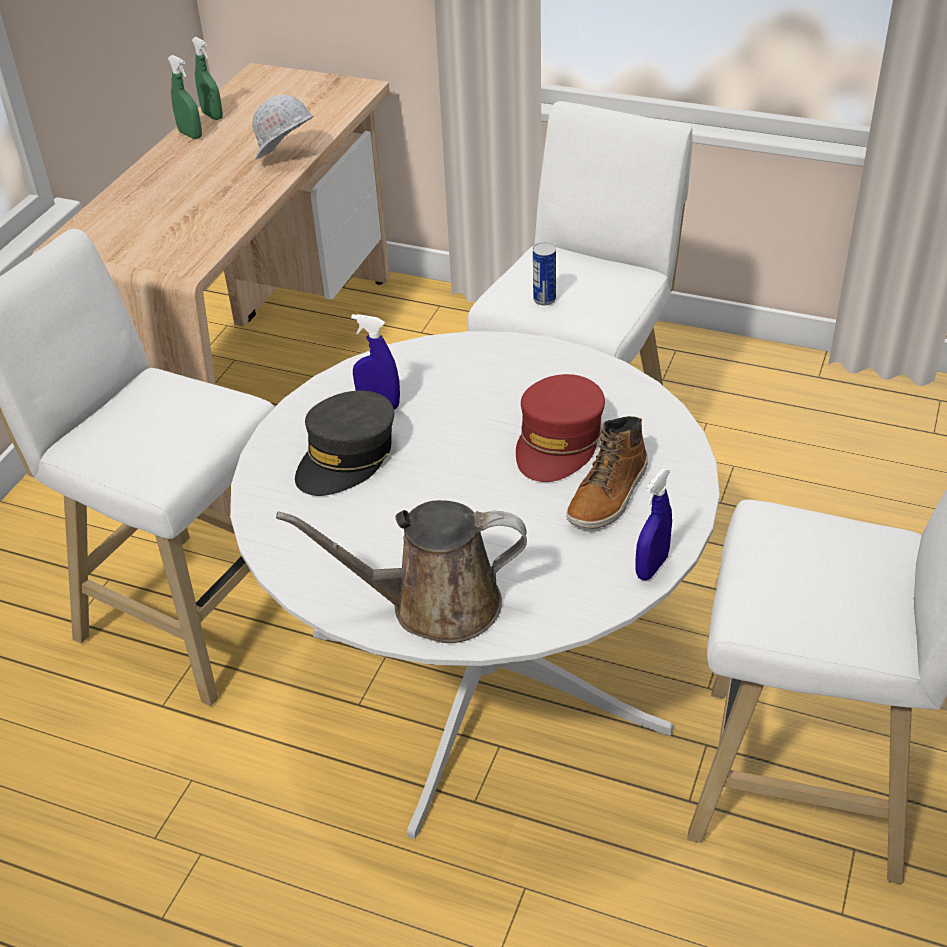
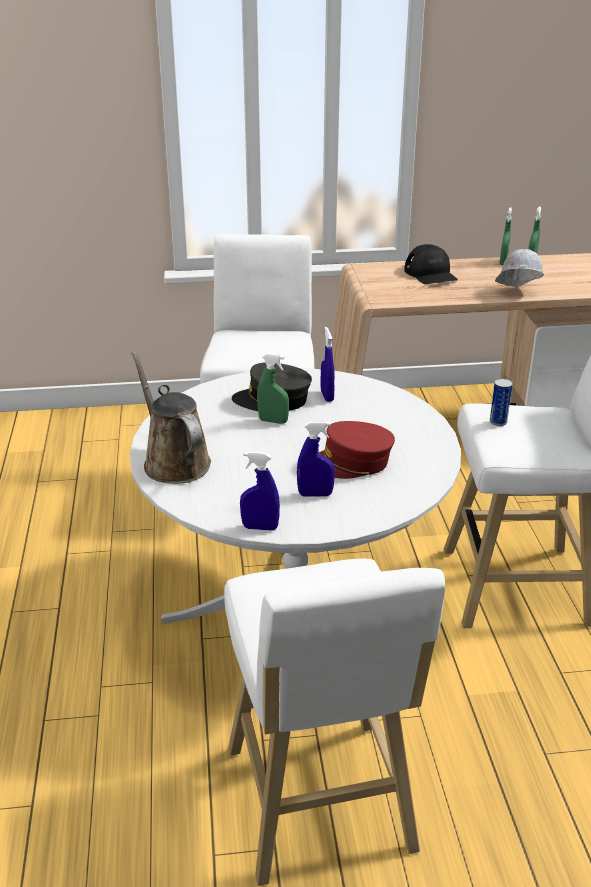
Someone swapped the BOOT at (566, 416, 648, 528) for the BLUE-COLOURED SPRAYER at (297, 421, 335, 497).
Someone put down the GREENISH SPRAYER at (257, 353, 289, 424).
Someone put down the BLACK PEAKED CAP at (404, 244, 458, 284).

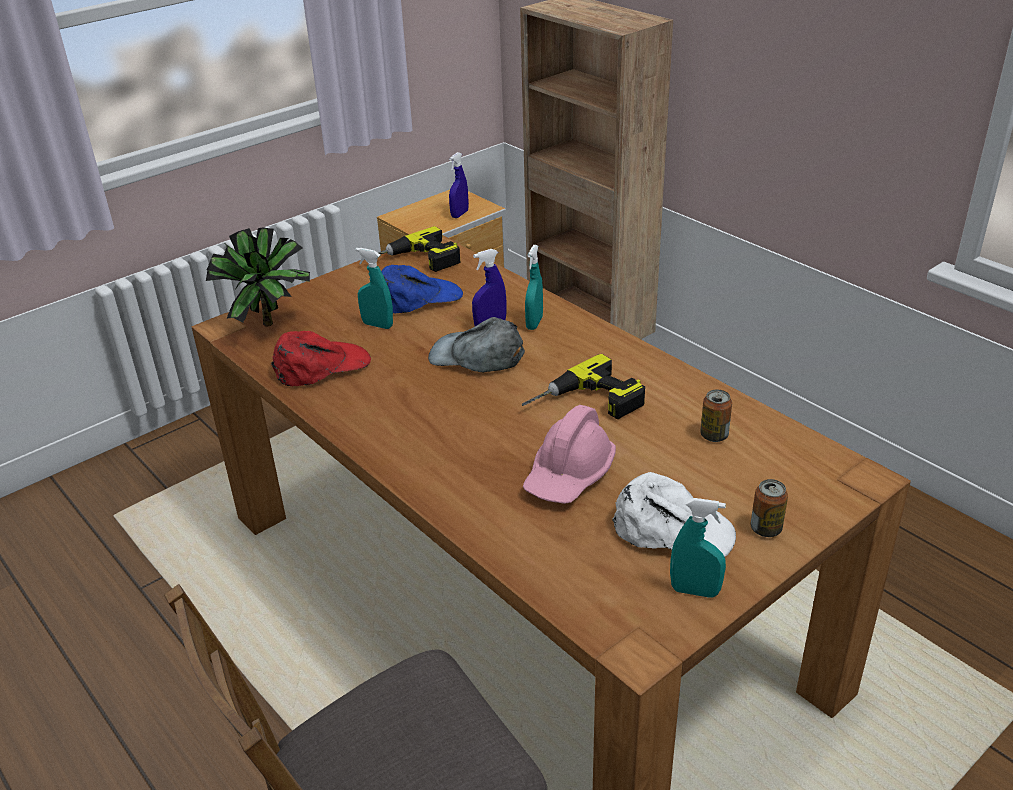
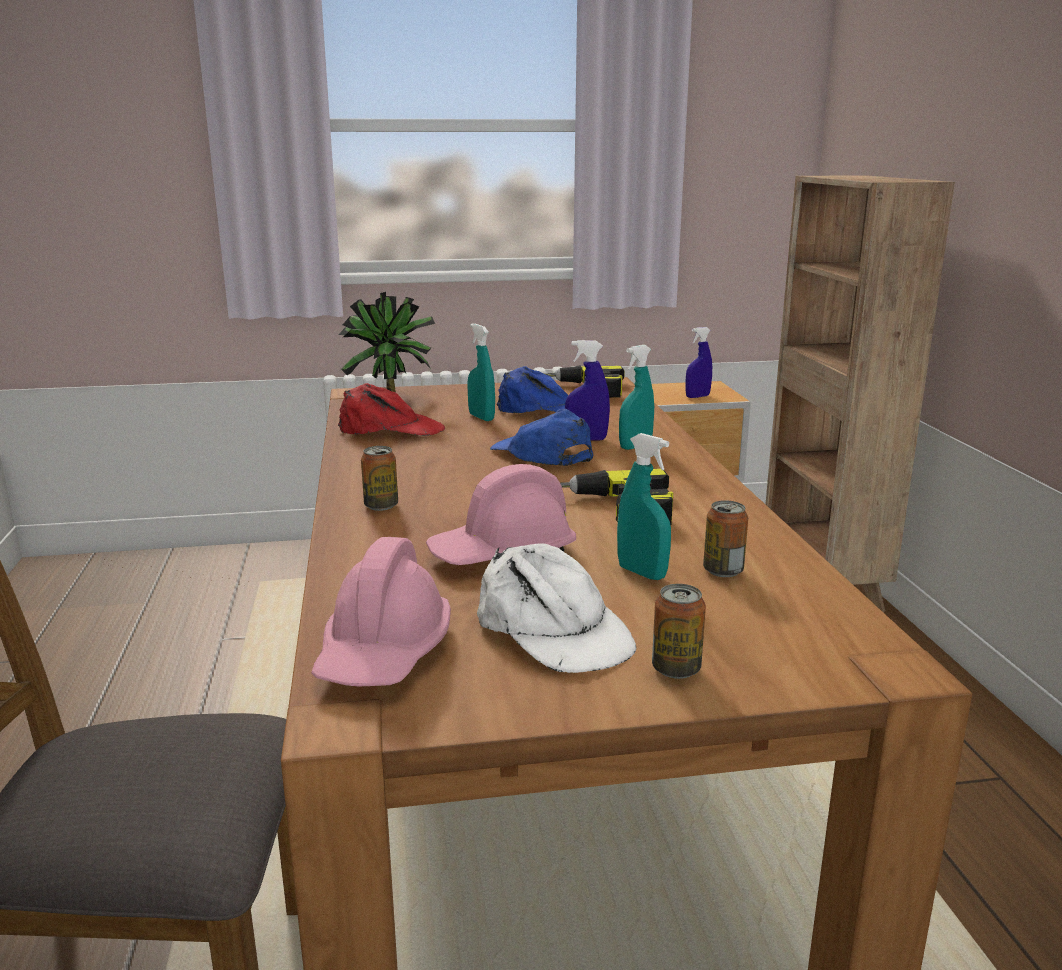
Someone repainted the GREYISH PEAKED CAP at (428, 317, 525, 372), which became the BLUE-COLOURED PEAKED CAP at (490, 409, 594, 466).
Someone carried the TURQUOISE-COLOURED SPRAYER from (670, 498, 726, 598) to (617, 433, 671, 580).
Someone put down the PINK WORK HELMET at (311, 537, 451, 686).
Someone put down the CAN at (361, 446, 398, 511).

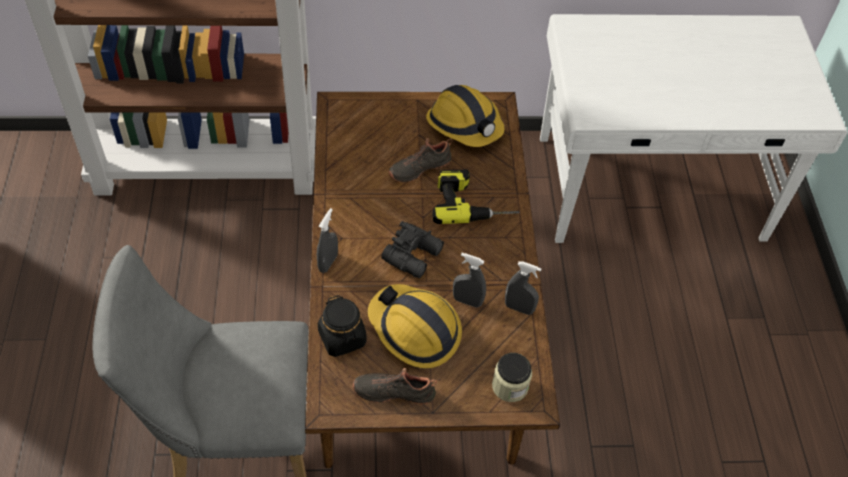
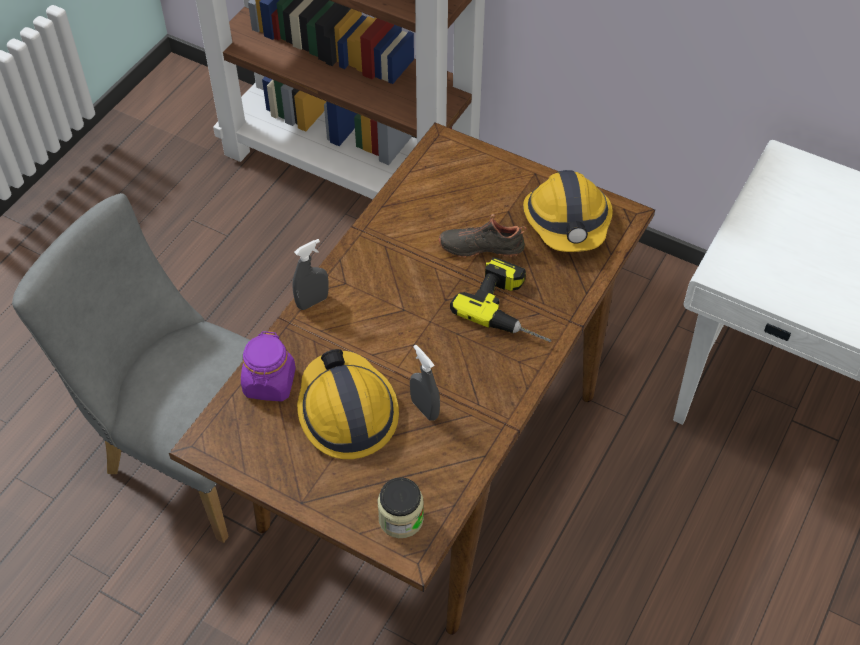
Someone repainted the BLACK STORAGE JAR at (318, 295, 366, 357), which became the PURPLE STORAGE JAR at (241, 331, 296, 402).
Someone took away the BLACK LOW SHOE at (353, 368, 437, 405).
Someone took away the BLACK FIELD GLASSES at (381, 221, 444, 278).
Someone took away the GREYISH SPRAYER at (505, 261, 541, 315).

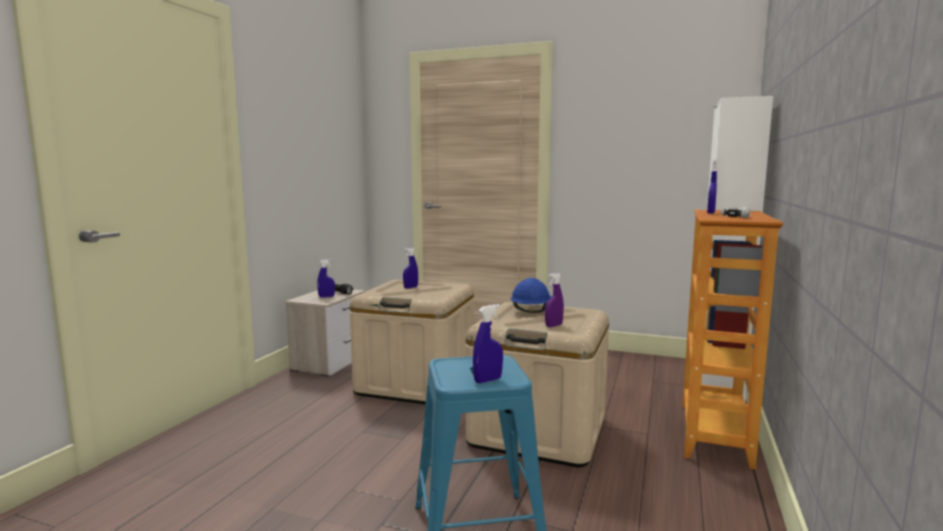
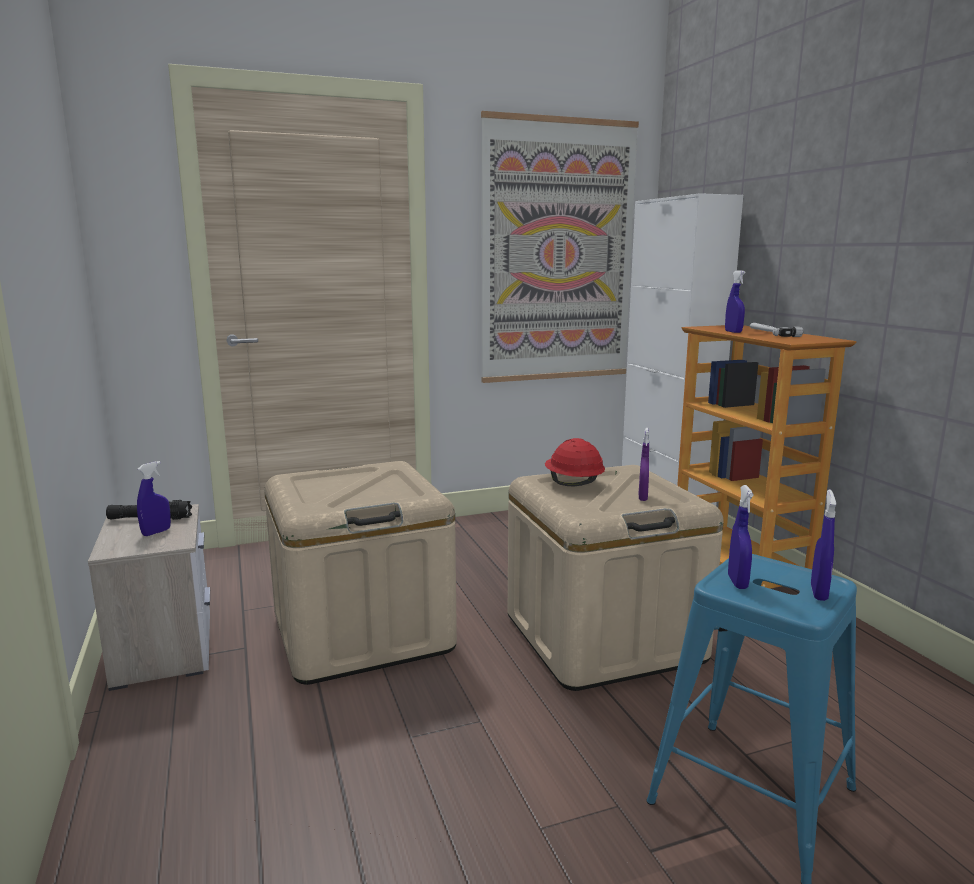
Someone carried the BLUE-COLOURED SPRAYER from (403, 248, 418, 289) to (728, 485, 754, 589).
Someone repainted the BLUE-COLOURED WORK HELMET at (511, 278, 552, 313), which became the RED WORK HELMET at (545, 438, 605, 486).
Someone put up the WALL ART at (481, 111, 639, 383).

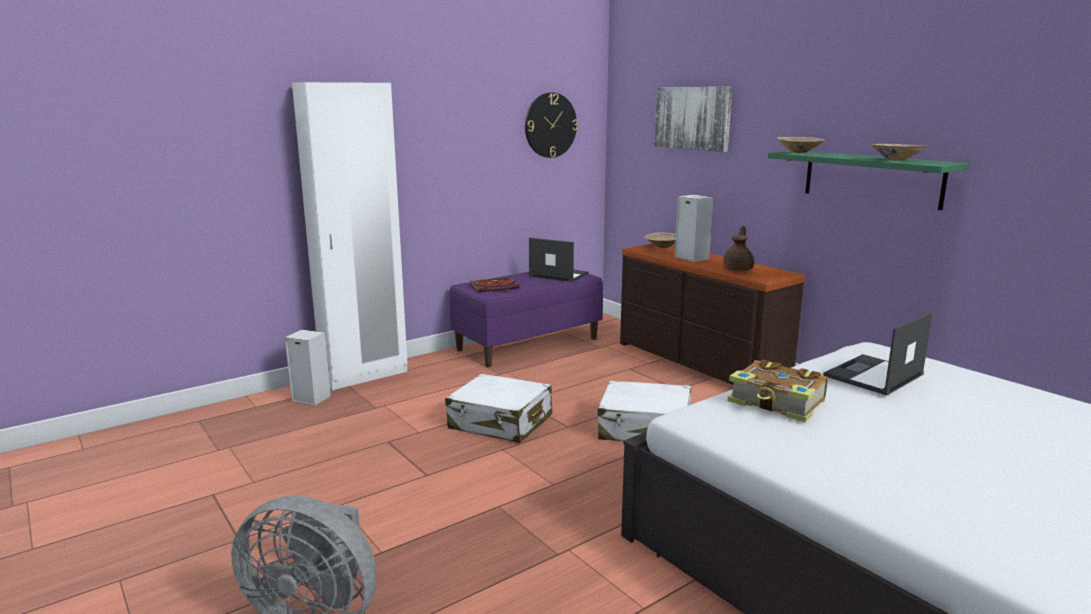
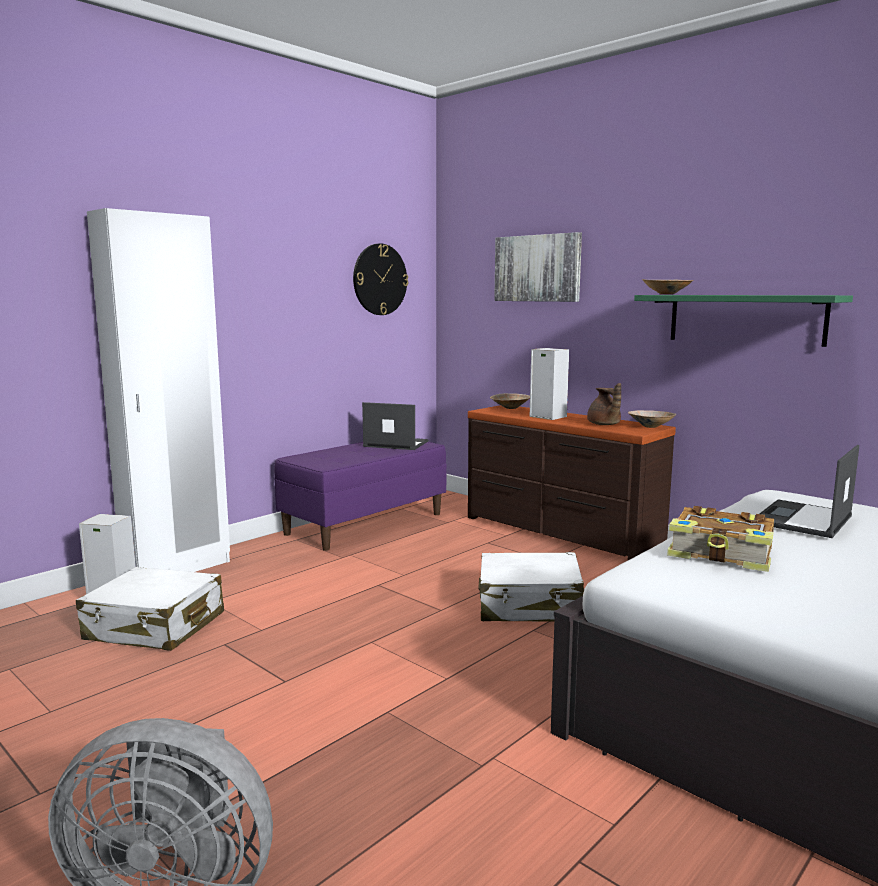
Someone carried the WHITE PIECE OF LUGGAGE from (445, 374, 552, 443) to (76, 567, 224, 651).
Someone took away the BOUND BOOK at (471, 277, 520, 292).
Someone rotated the BROWNISH TEAPOT at (723, 226, 754, 271) by 150 degrees clockwise.
Someone carried the BEIGE DEEP DISH from (870, 144, 927, 161) to (628, 410, 677, 428).

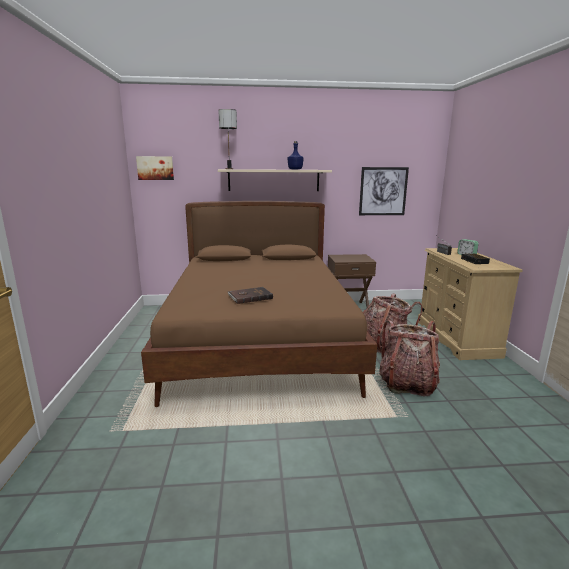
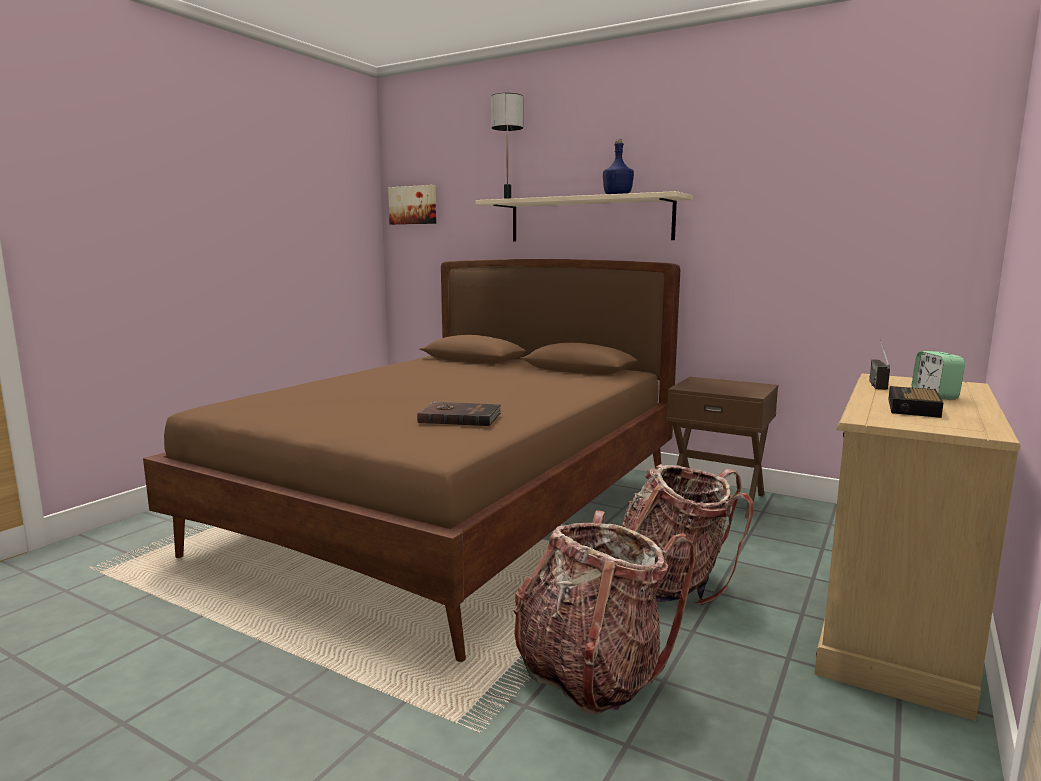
Someone carried the BROWNISH BOUND BOOK from (228, 287, 273, 304) to (417, 402, 502, 426).
Someone took away the WALL ART at (359, 167, 409, 215).

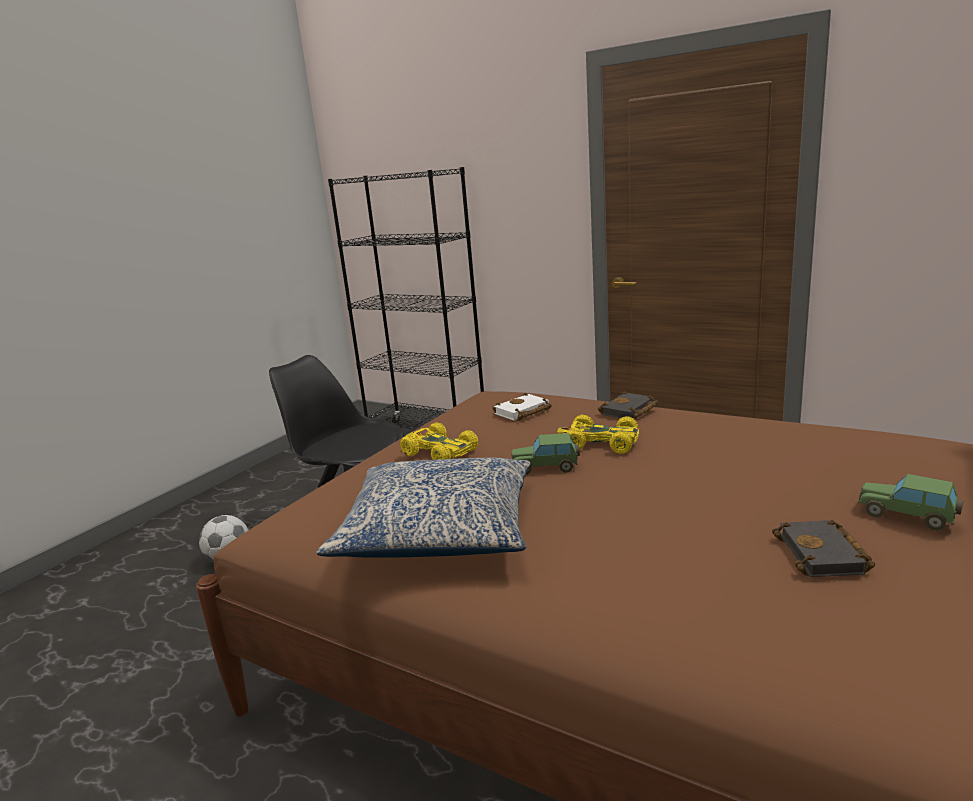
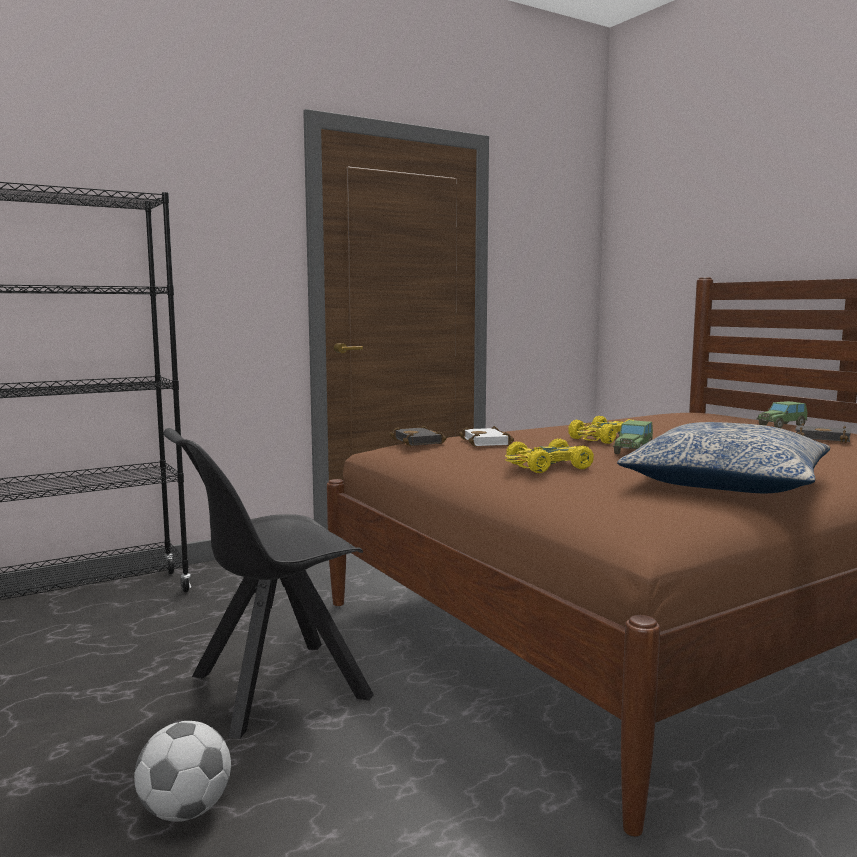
Someone carried the BLACK BOUND BOOK from (598, 391, 658, 420) to (389, 425, 447, 446).

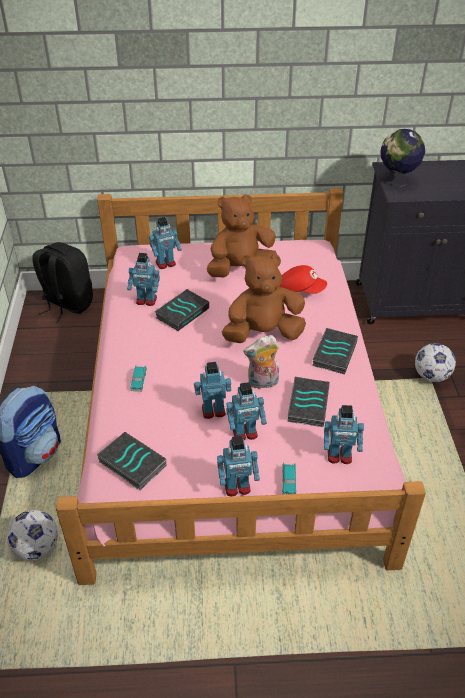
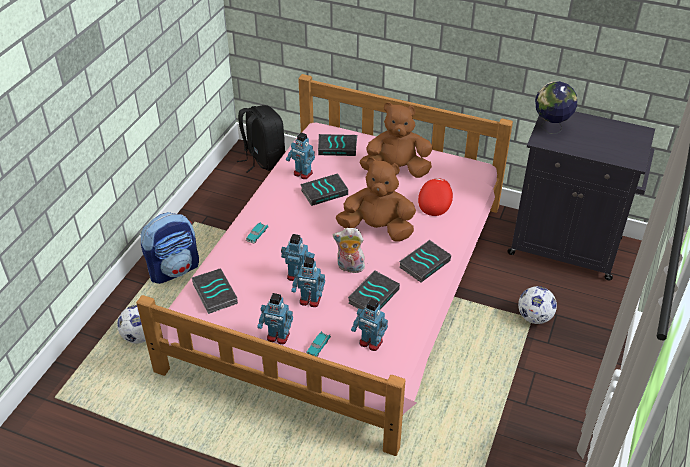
Someone swapped the ROBOT FIGURE at (149, 217, 182, 269) for the BOUND BOOK at (318, 134, 357, 156).
Someone rotated the RED PEAKED CAP at (279, 265, 327, 294) by 120 degrees counterclockwise.

